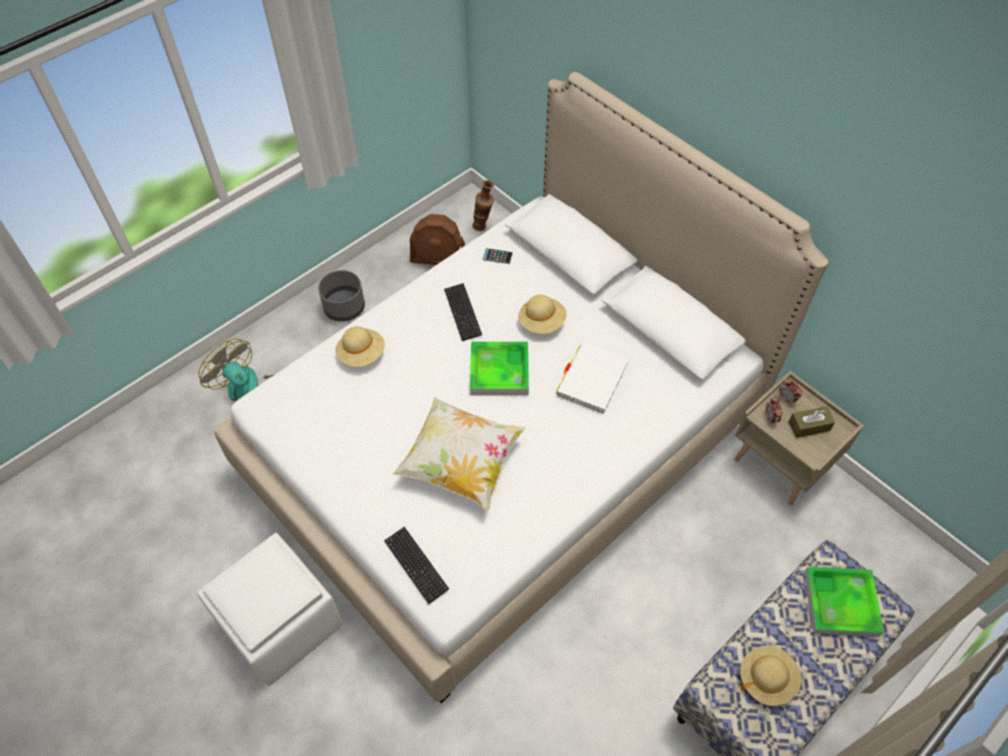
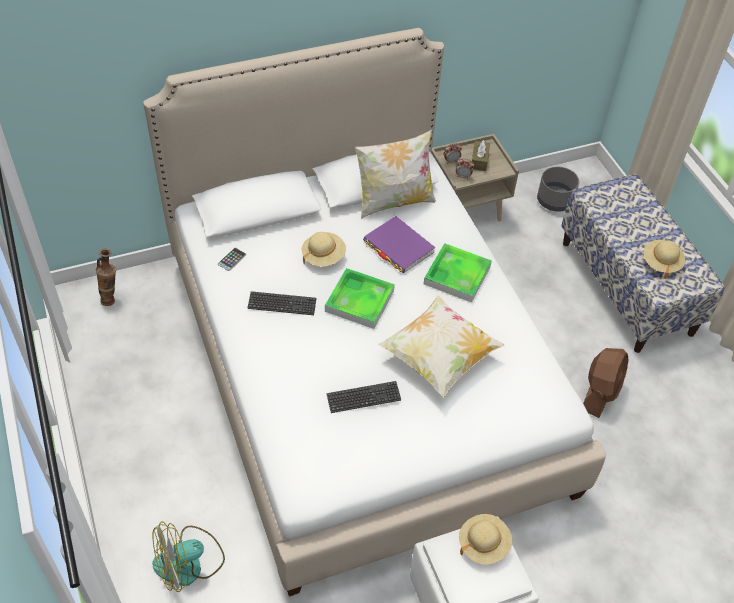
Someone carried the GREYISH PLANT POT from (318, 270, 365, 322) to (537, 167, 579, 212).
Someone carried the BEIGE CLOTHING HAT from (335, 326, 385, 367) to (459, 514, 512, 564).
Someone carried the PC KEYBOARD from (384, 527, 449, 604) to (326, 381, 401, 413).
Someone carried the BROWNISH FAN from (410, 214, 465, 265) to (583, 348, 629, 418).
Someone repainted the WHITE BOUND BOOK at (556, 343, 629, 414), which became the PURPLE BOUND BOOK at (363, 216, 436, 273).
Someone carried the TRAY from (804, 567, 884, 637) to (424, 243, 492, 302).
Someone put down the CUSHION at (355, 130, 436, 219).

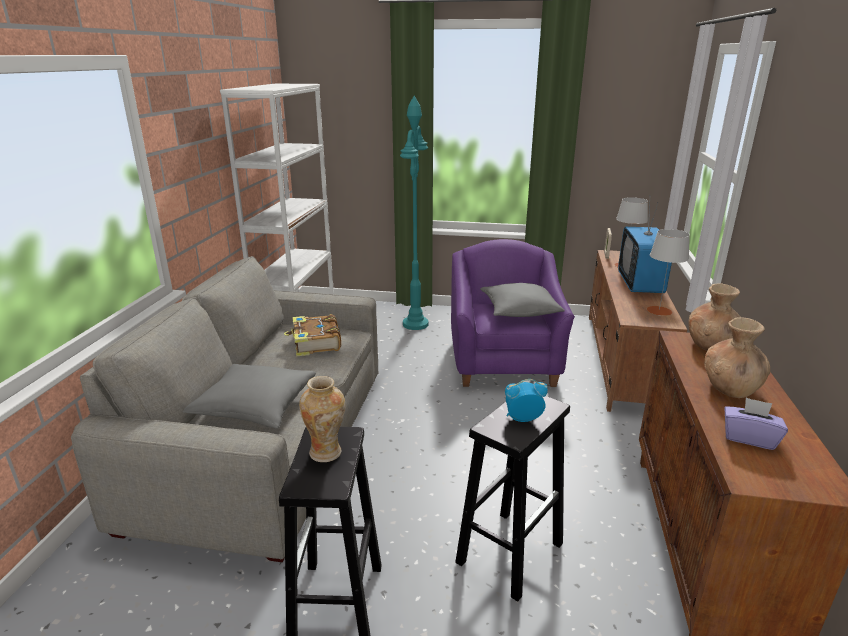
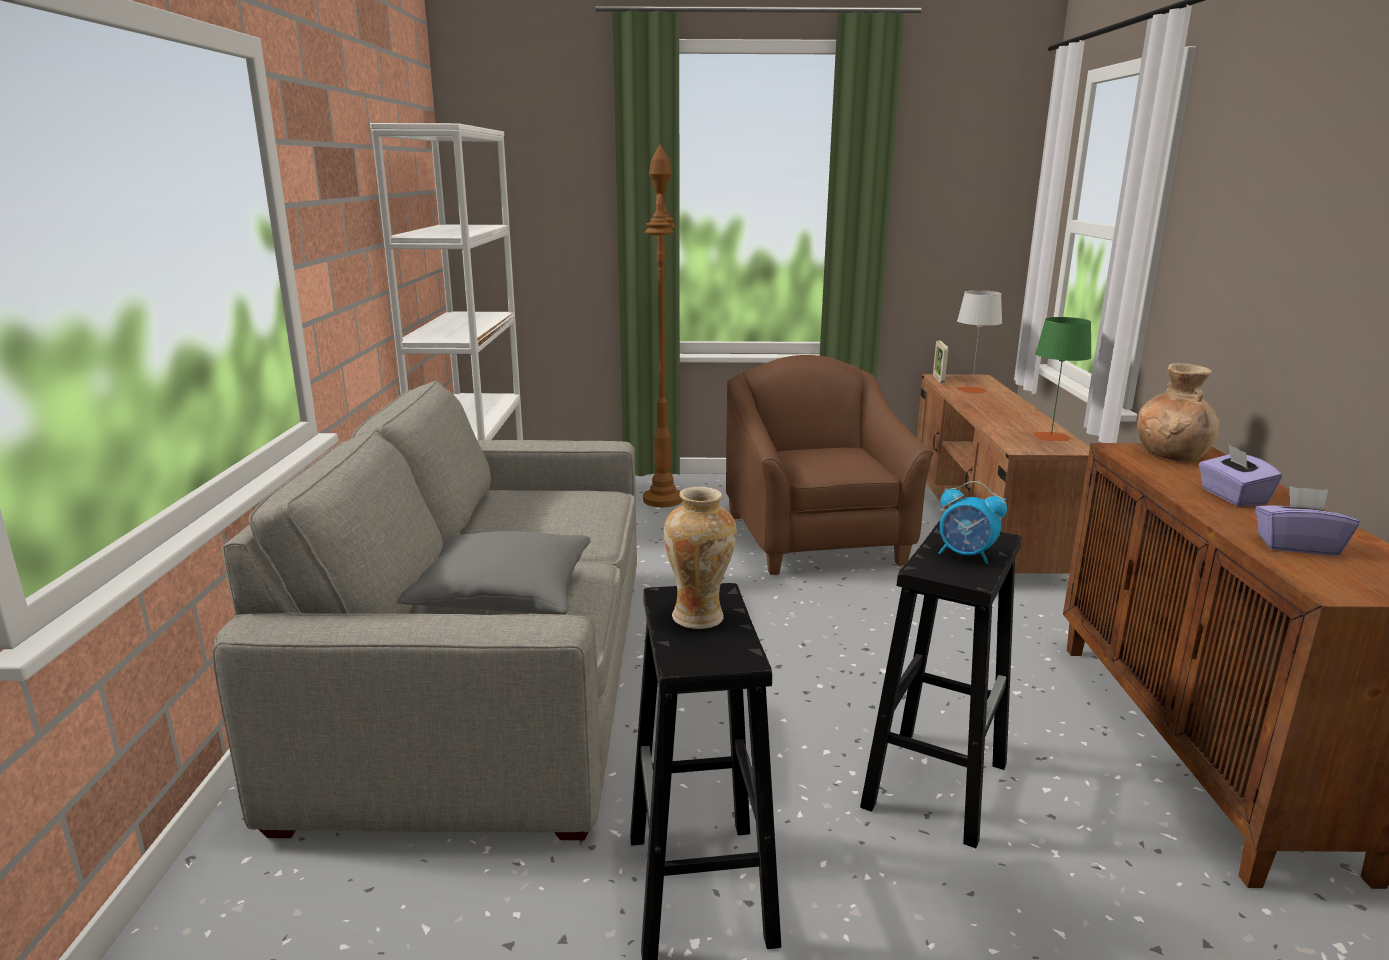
Someone took away the BOUND BOOK at (284, 314, 341, 357).
Someone repainted the TURQUOISE-COLOURED STANDARD LAMP at (400, 96, 429, 330), which became the BROWNISH STANDARD LAMP at (643, 144, 683, 507).
Someone repainted the PURPLE ARMCHAIR at (451, 239, 575, 387), which became the BROWNISH ARMCHAIR at (726, 355, 933, 575).
Someone took away the GREYISH CUSHION at (480, 283, 565, 317).
Someone rotated the ALARM CLOCK at (505, 379, 548, 422) by 135 degrees counterclockwise.
Someone took away the TV at (618, 195, 672, 293).
Someone repainted the GREYISH LAMP FOR A TABLE at (647, 229, 690, 316), which became the GREENISH LAMP FOR A TABLE at (1033, 317, 1092, 442).
Someone swapped the BROWNISH VASE at (704, 317, 770, 398) for the PURPLE BOX OF TISSUES at (1199, 444, 1282, 506).

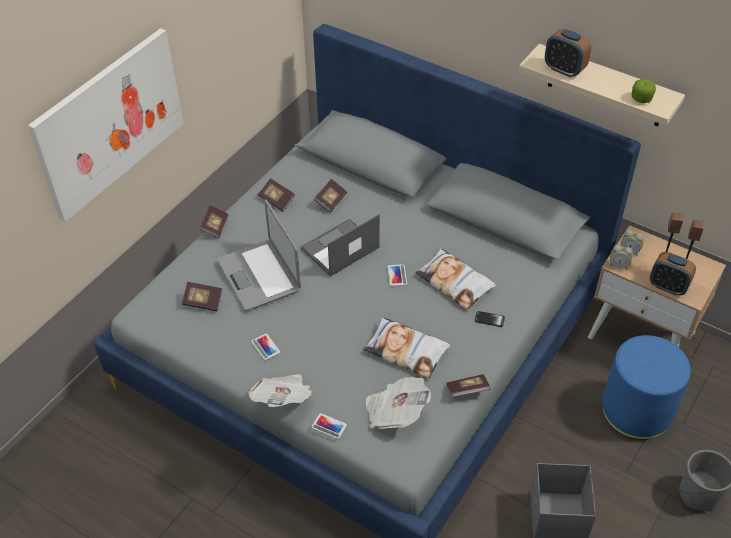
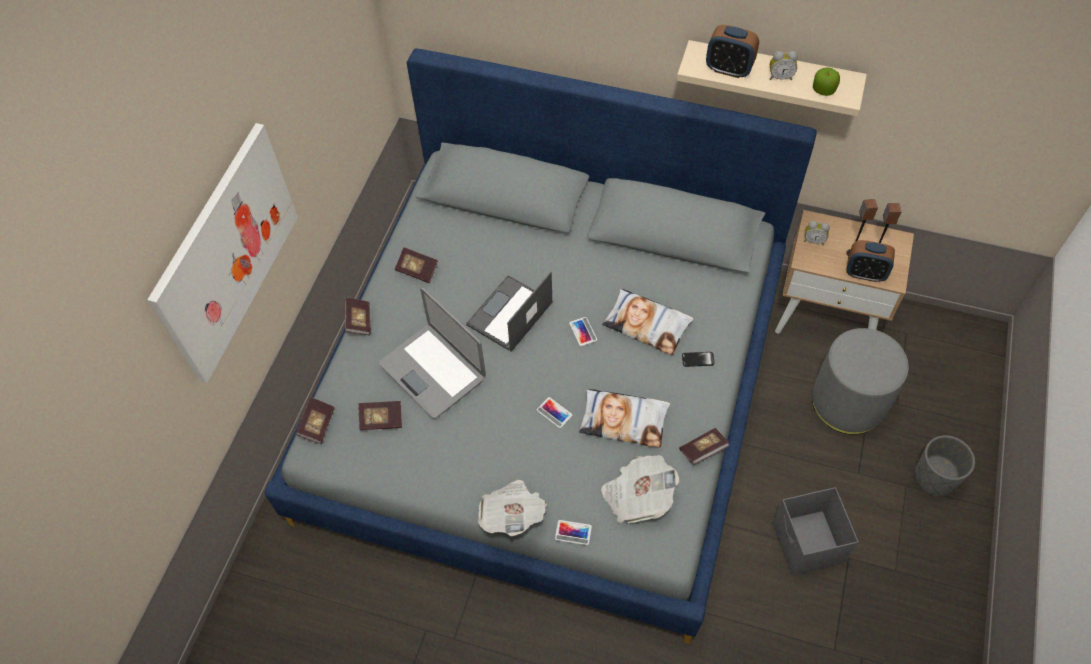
Someone carried the PHONE from (251, 334, 280, 360) to (537, 397, 572, 428).
Someone carried the BOUND BOOK from (314, 179, 347, 212) to (296, 397, 334, 444).
Someone repainted the BLUE-COLOURED FOOTREST at (602, 335, 691, 440), which became the GREYISH FOOTREST at (812, 328, 909, 435).
Someone carried the ALARM CLOCK from (609, 245, 633, 269) to (769, 51, 798, 80).

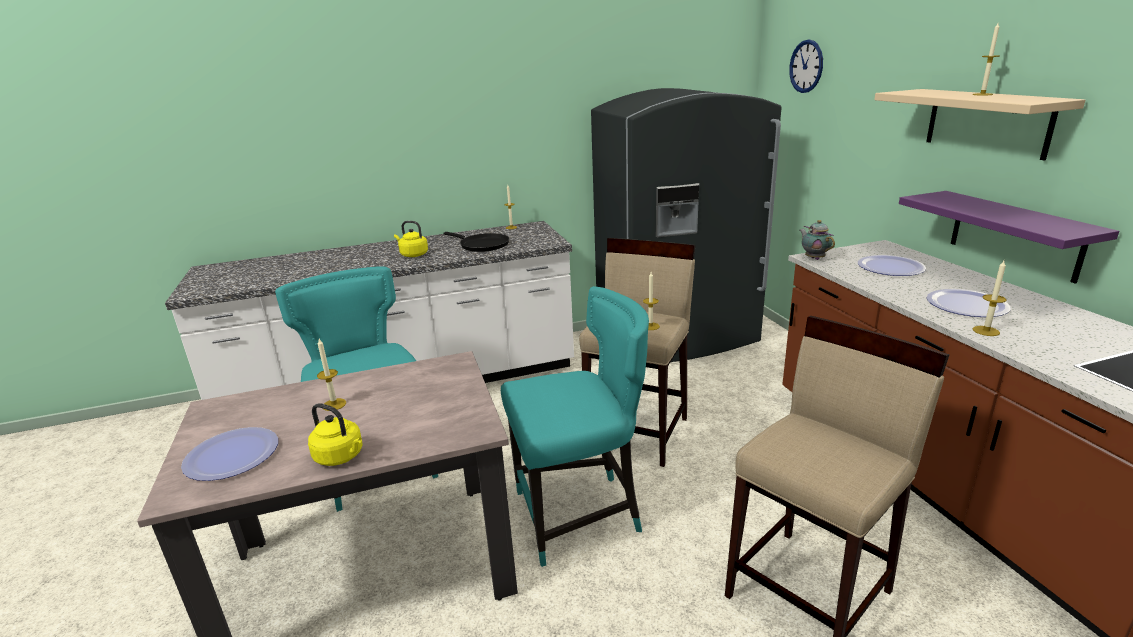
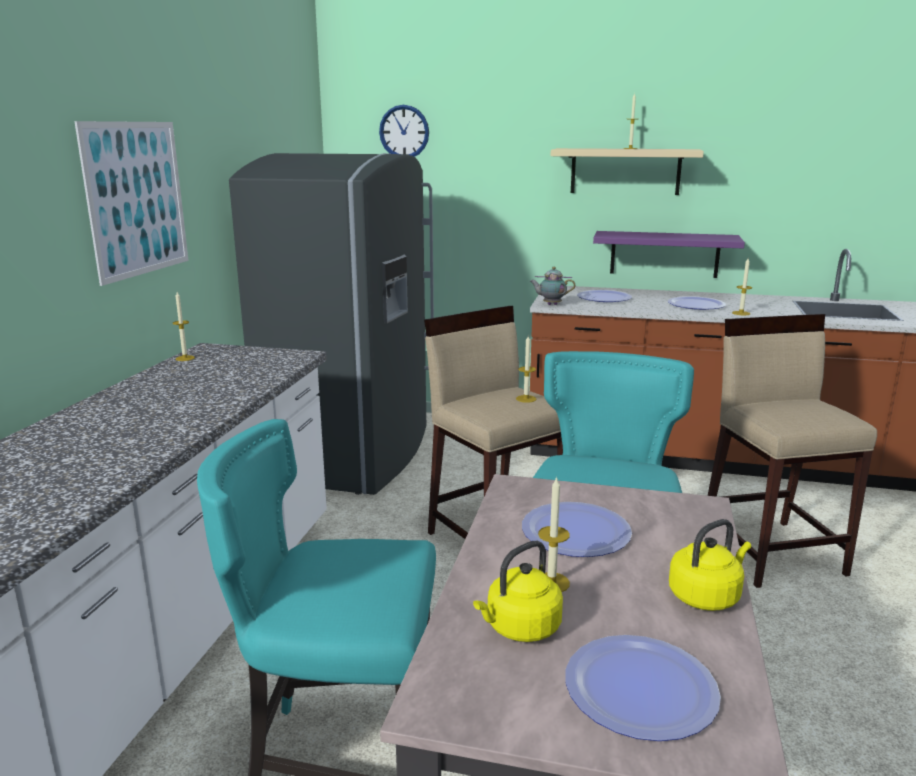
Someone carried the YELLOW-COLOURED KETTLE from (394, 221, 428, 257) to (473, 541, 563, 642).
Someone took away the BLACK SKILLET at (443, 232, 509, 252).
Someone put up the WALL ART at (74, 121, 189, 286).
Someone put down the DINNER PLATE at (522, 502, 632, 557).

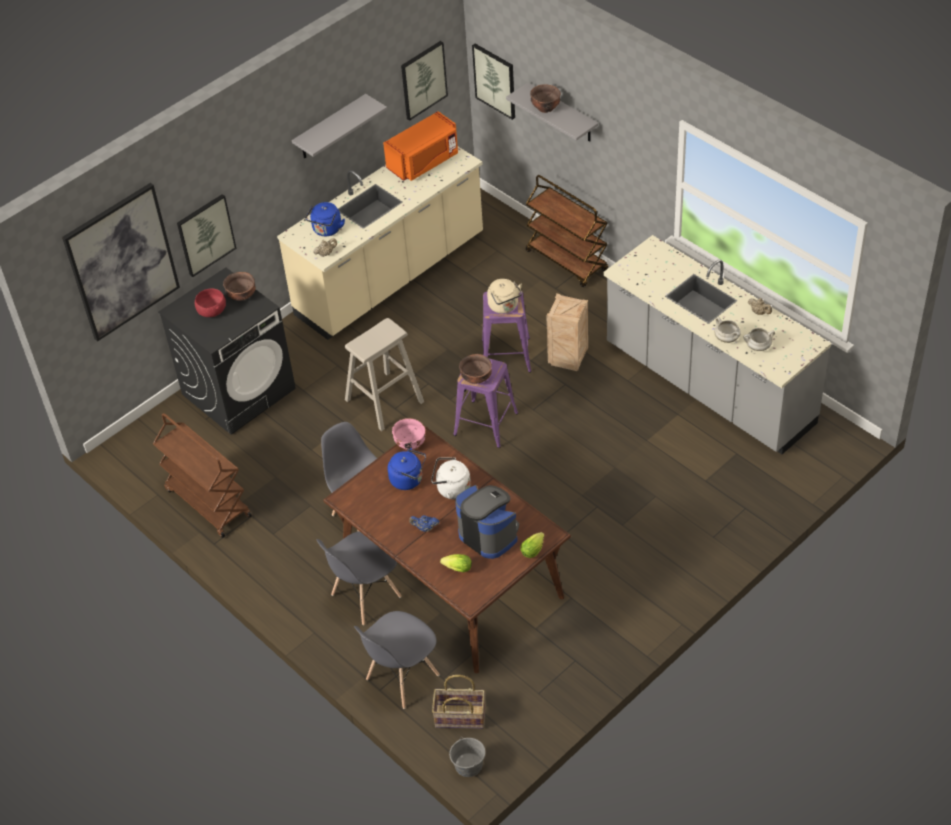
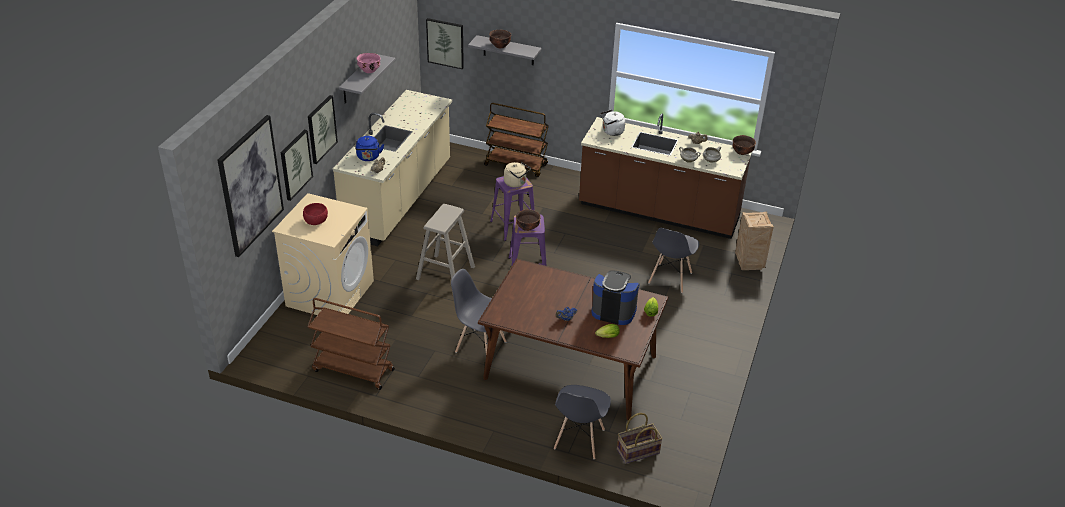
Someone repainted the BLACK LAUNDRY MACHINE at (158, 267, 296, 435), which became the BEIGE LAUNDRY MACHINE at (272, 193, 374, 315).
Someone carried the BROWNISH DEEP DISH from (223, 272, 256, 301) to (732, 135, 756, 155).
Someone carried the GREYISH UPRIGHT CHAIR from (317, 531, 402, 625) to (648, 228, 699, 293).
Someone took away the ORANGE-COLOURED KITCHEN MICROWAVE at (383, 111, 458, 181).
Someone took away the BLUE-COLOURED KETTLE at (388, 448, 426, 490).
Someone carried the PINK DEEP DISH from (392, 418, 425, 450) to (357, 53, 381, 73).
Someone carried the WALL ART from (401, 41, 448, 120) to (308, 95, 338, 164).
Someone carried the WHITE KETTLE from (431, 457, 471, 499) to (600, 110, 625, 136).
Someone took away the GREYISH PAIL at (449, 737, 486, 777).
Someone carried the SHIPPING CRATE from (546, 293, 588, 371) to (735, 212, 774, 270).
Someone repainted the GREYISH KITCHEN COUNTER at (603, 235, 831, 454), which became the BROWNISH KITCHEN COUNTER at (579, 114, 752, 239).

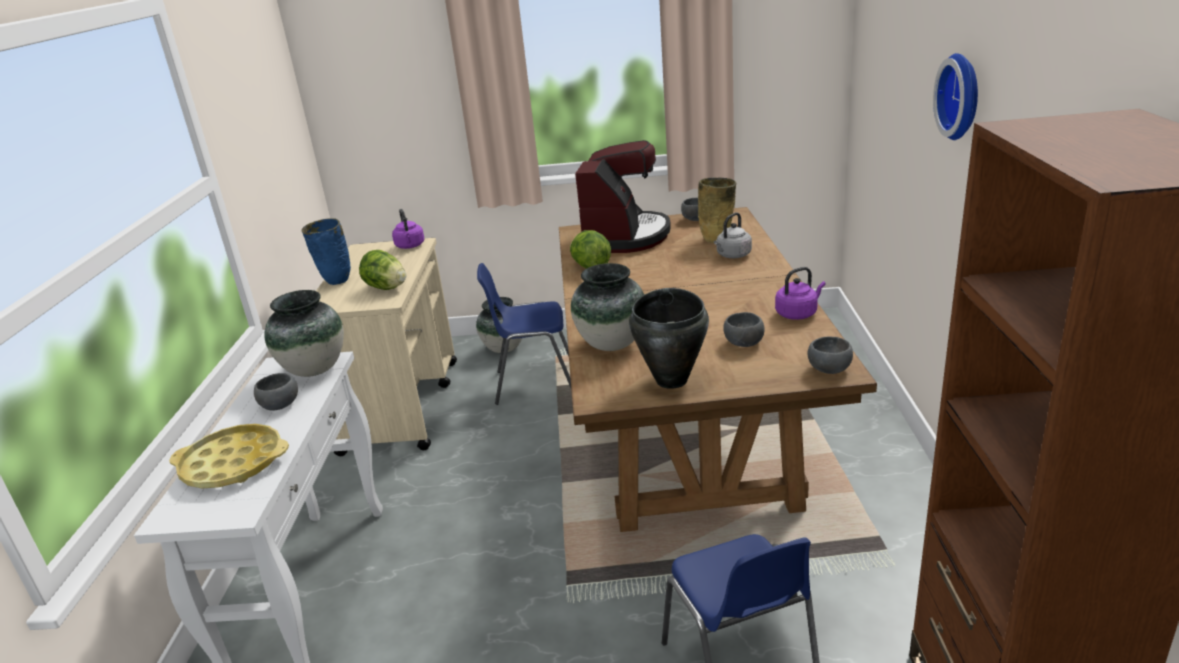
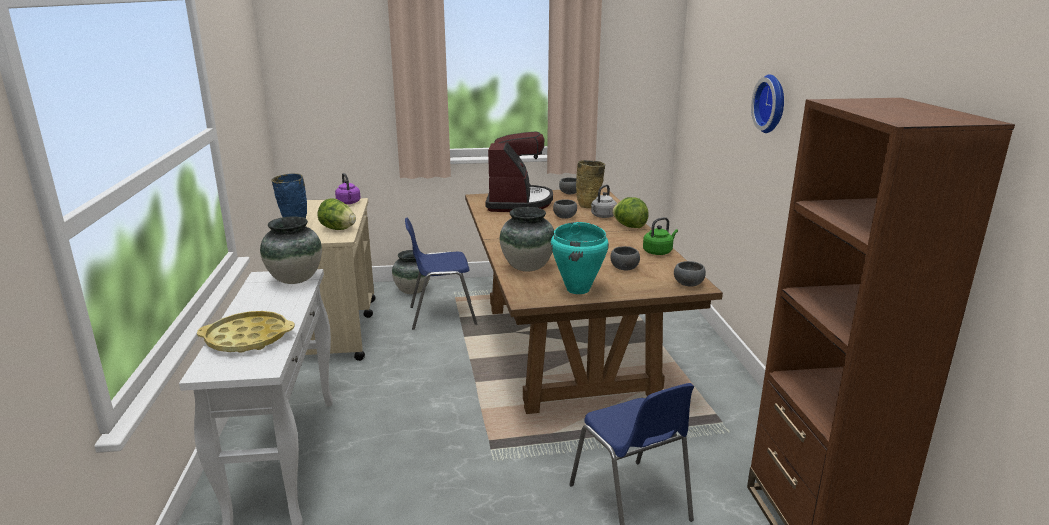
Someone carried the GREYISH DEEP DISH from (254, 373, 298, 410) to (553, 199, 577, 219).
Someone carried the LETTUCE from (570, 230, 611, 269) to (612, 197, 649, 228).
Someone repainted the BLACK SAUCEPOT at (629, 288, 709, 389), which became the TURQUOISE-COLOURED SAUCEPOT at (551, 222, 609, 294).
Someone repainted the PURPLE KETTLE at (775, 267, 826, 320), which became the GREENISH KETTLE at (643, 217, 678, 255).

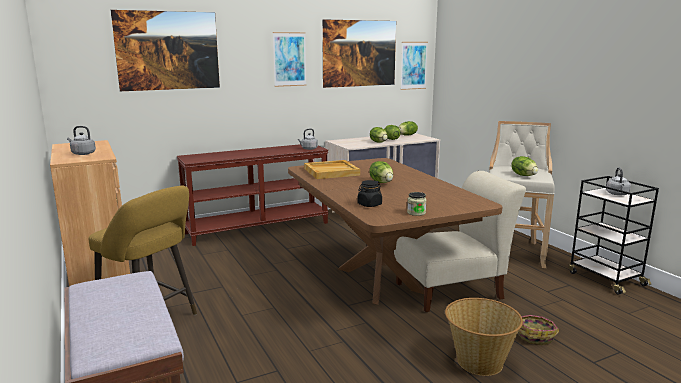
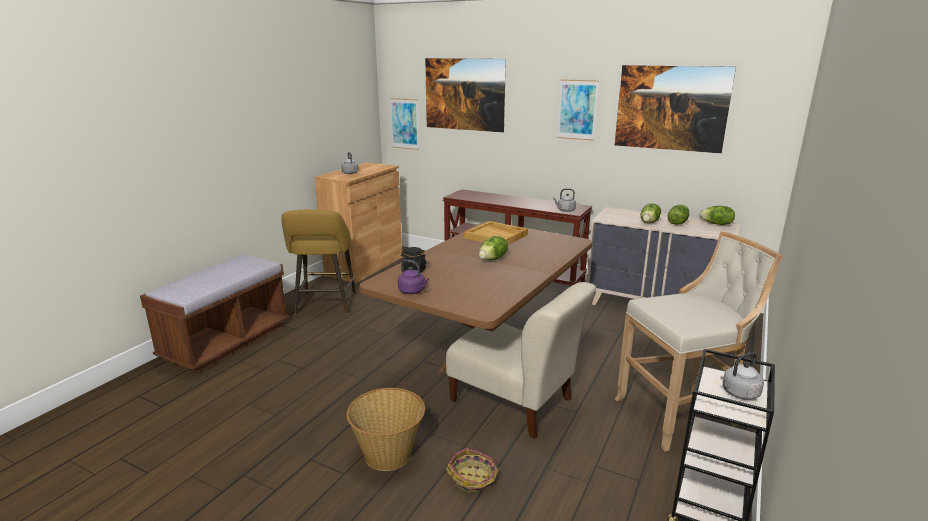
Someone carried the WALL ART from (400, 42, 428, 90) to (390, 98, 419, 150).
Someone swapped the STORAGE JAR at (407, 192, 427, 216) for the PURPLE KETTLE at (398, 260, 429, 294).
Someone took away the LETTUCE at (511, 156, 538, 176).

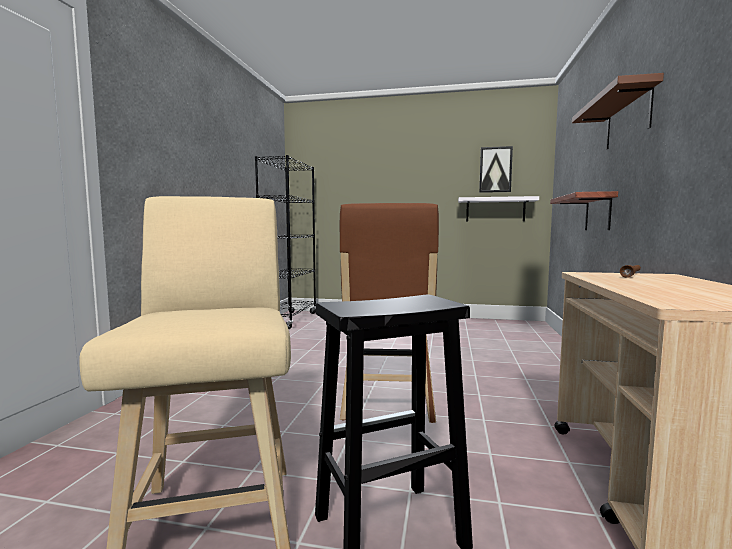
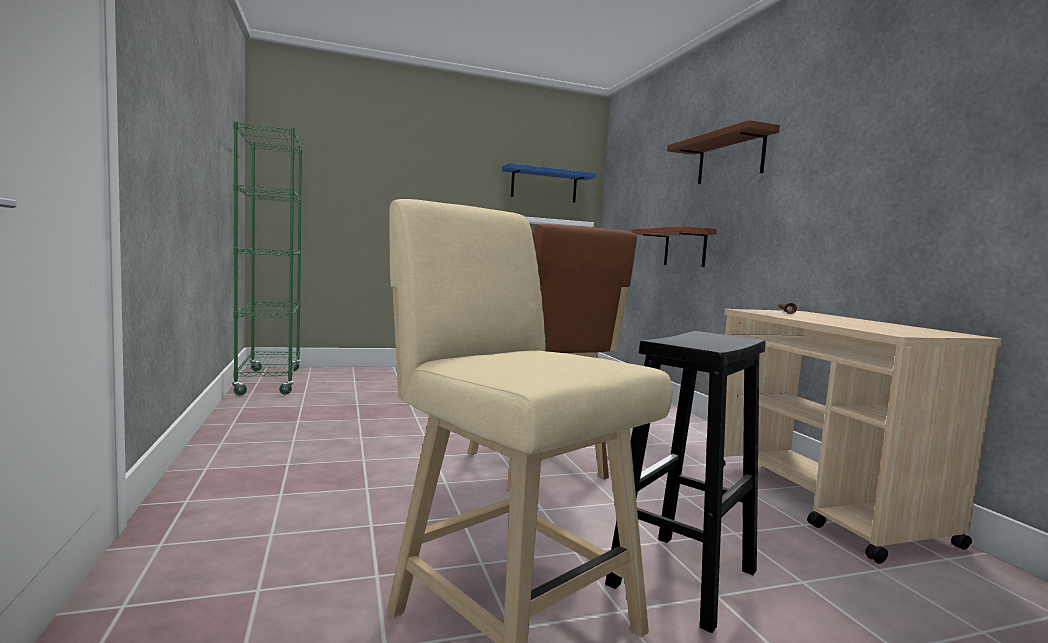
Someone repainted the BLACK BOOKCASE at (255, 155, 316, 329), which became the GREENISH BOOKCASE at (232, 121, 303, 395).
Someone swapped the WALL ART at (479, 146, 513, 193) for the BLUE-COLOURED WALL SHELF at (502, 163, 596, 203).

